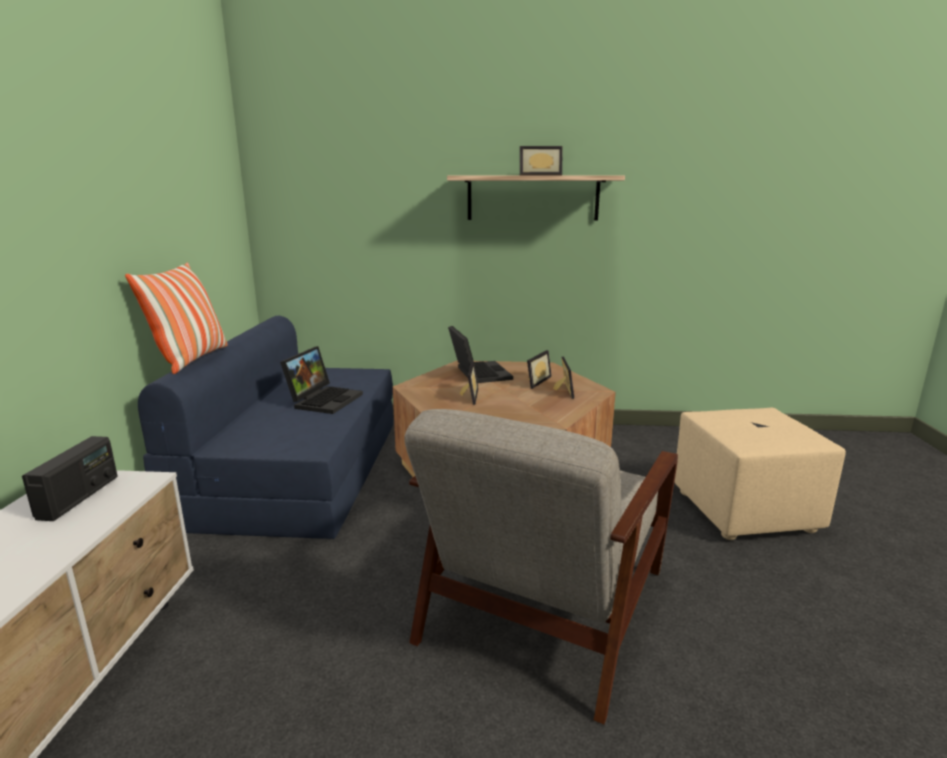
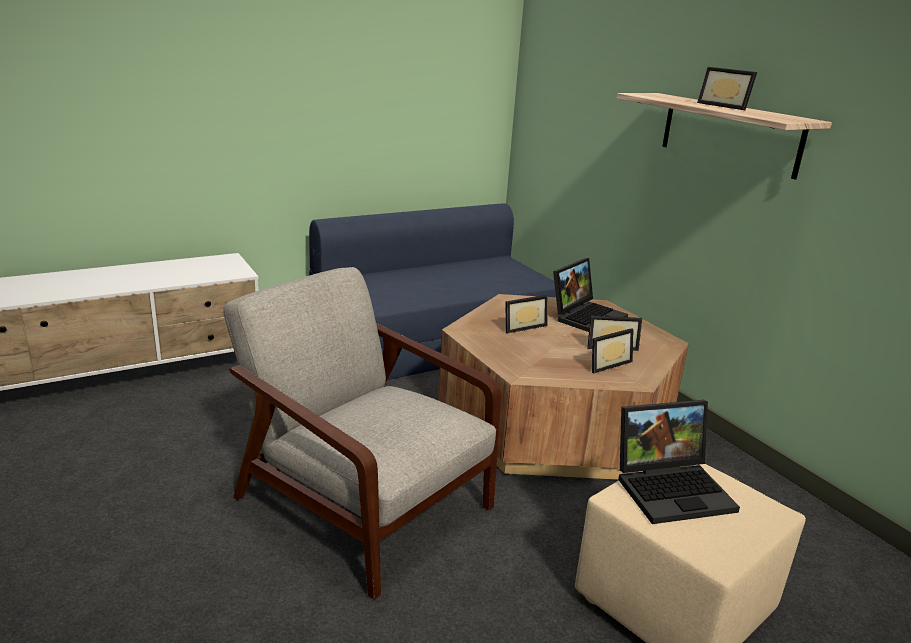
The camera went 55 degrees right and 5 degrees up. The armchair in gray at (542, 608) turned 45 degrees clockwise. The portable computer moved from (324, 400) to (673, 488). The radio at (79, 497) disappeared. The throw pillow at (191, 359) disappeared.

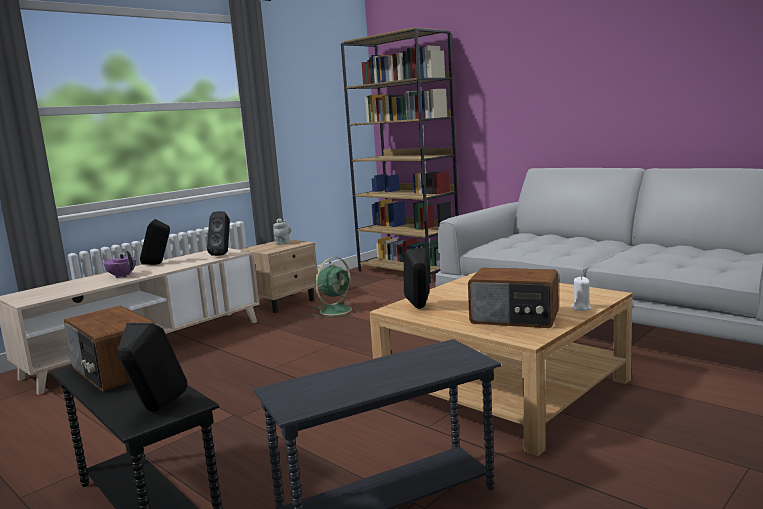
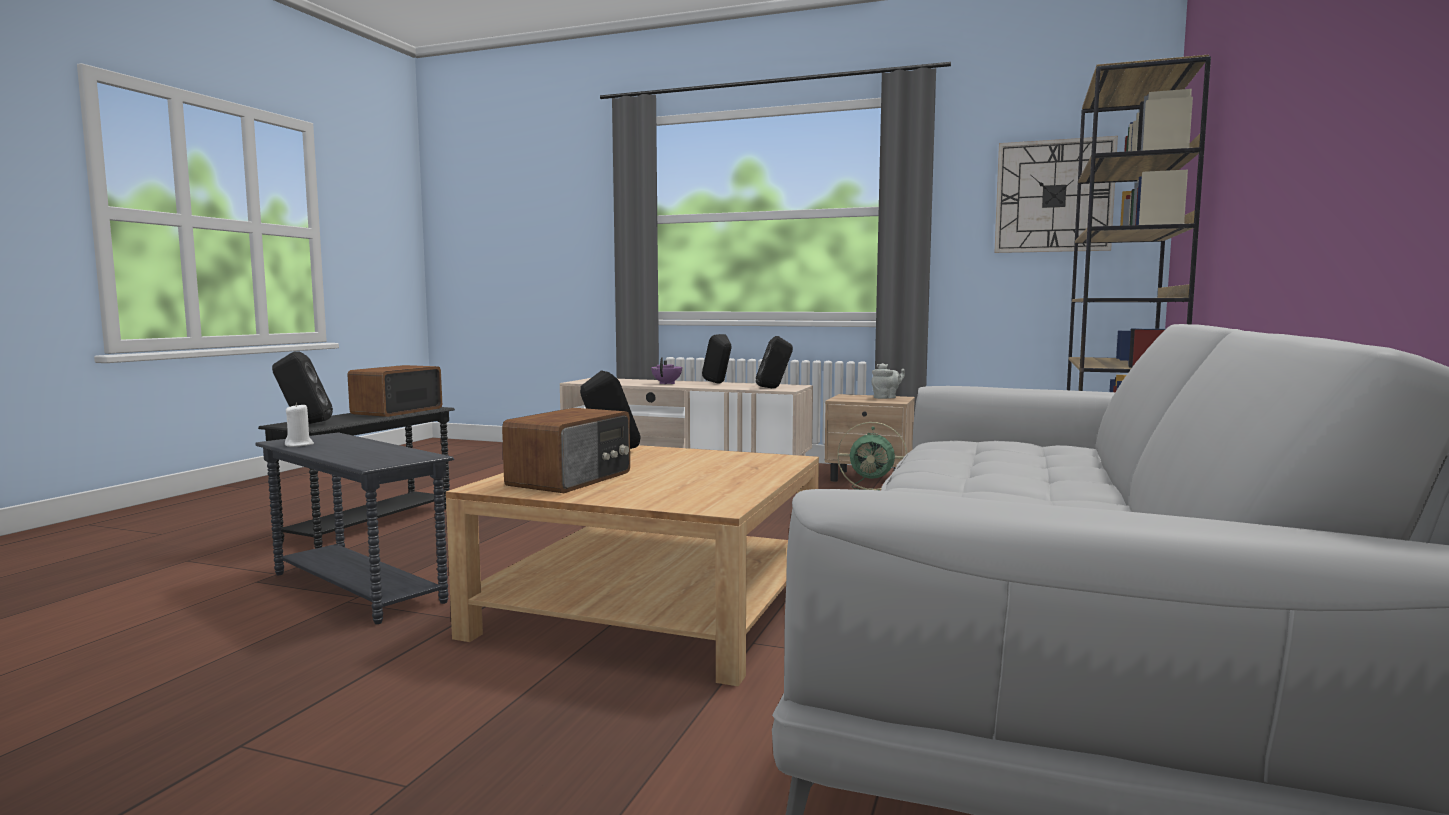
The camera went 65 degrees right and 5 degrees down. The wax candle in white moved from (581, 308) to (299, 445). The radio at (514, 318) turned 150 degrees counterclockwise. The hanging clock at (1054, 196) appeared.

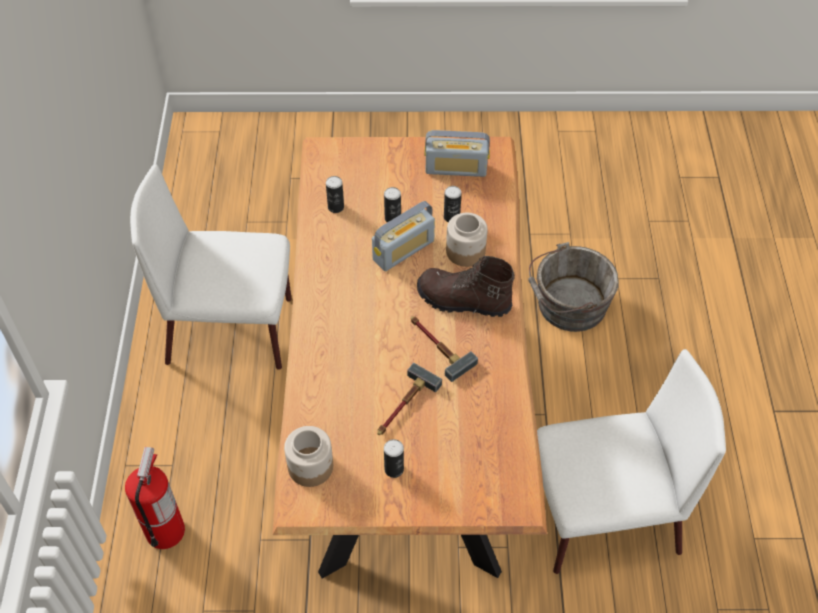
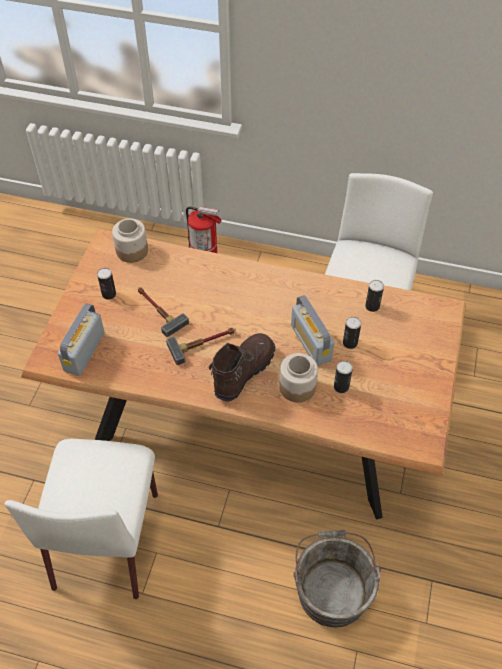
The camera went 105 degrees right and 0 degrees up. The radio moved from (456, 169) to (84, 352).

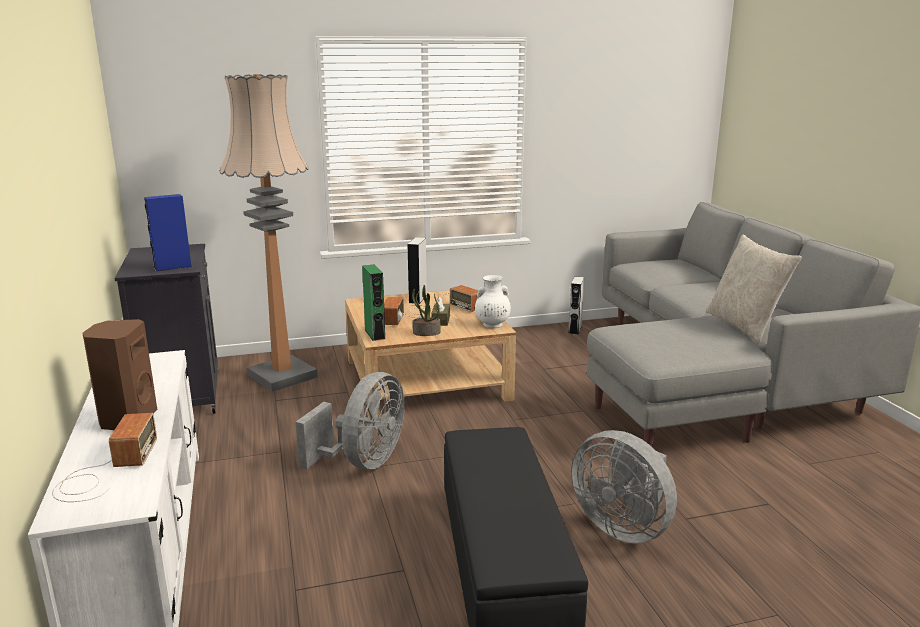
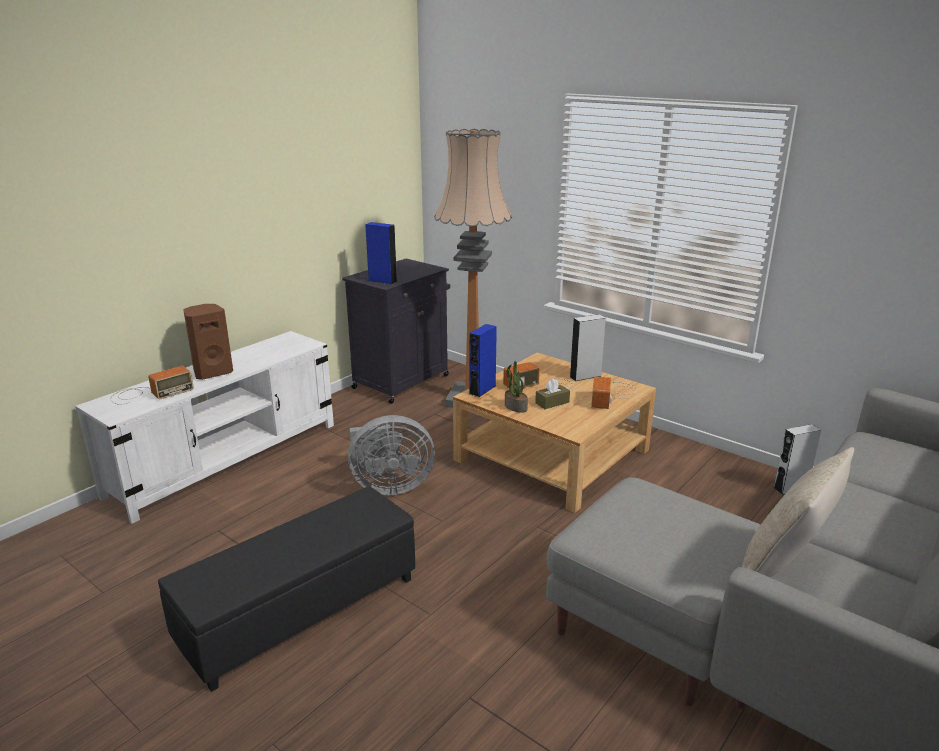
The camera went 55 degrees right and 5 degrees up. The loudspeaker in green at (375, 334) became the loudspeaker in blue at (482, 390). The decorative vase in white at (492, 324) disappeared. The electric fan in gray at (622, 526) disappeared.

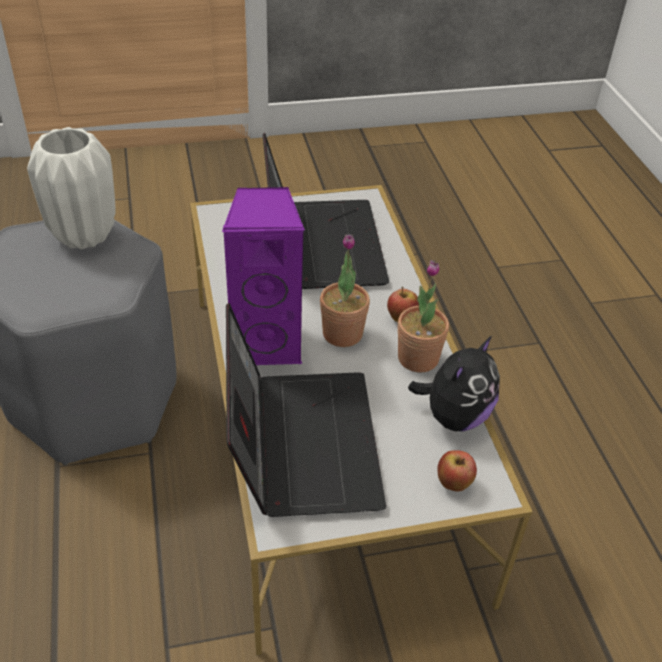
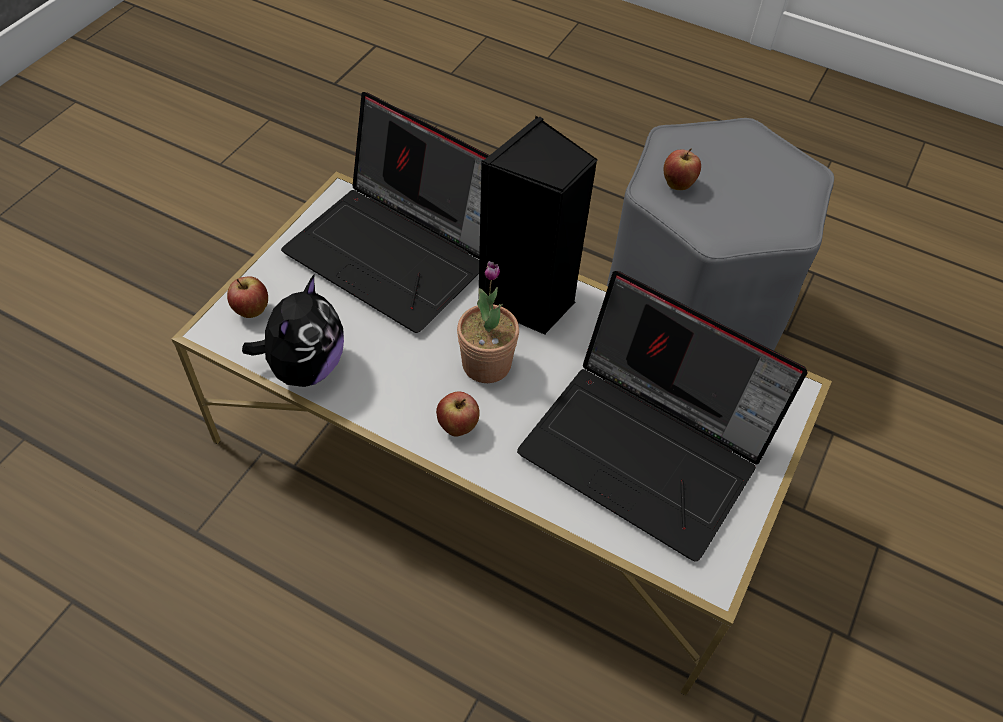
The camera went 130 degrees right and 10 degrees up. The soft toy at (454, 416) turned 150 degrees counterclockwise. The loudspeaker in purple-coloured at (267, 344) became the loudspeaker in blackish at (528, 301). The whole apple at (677, 185) appeared. The decorative vase in white at (84, 236) disappeared. The houseplant at (418, 358) disappeared.

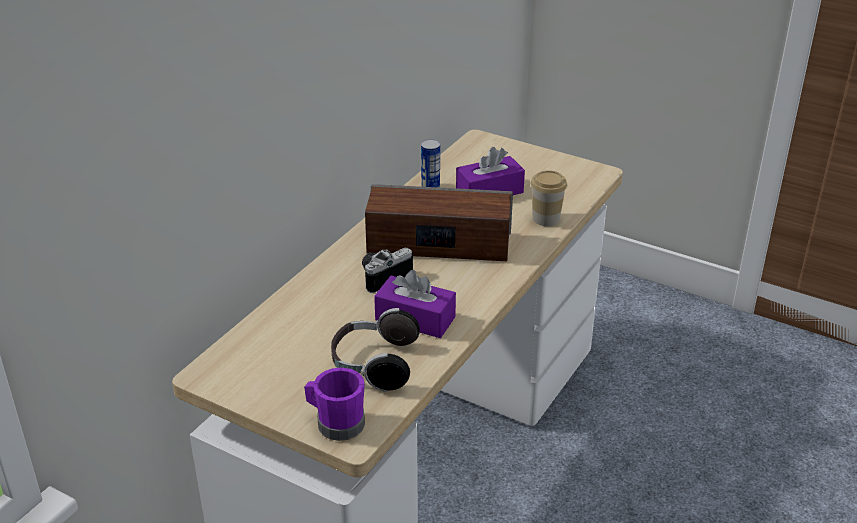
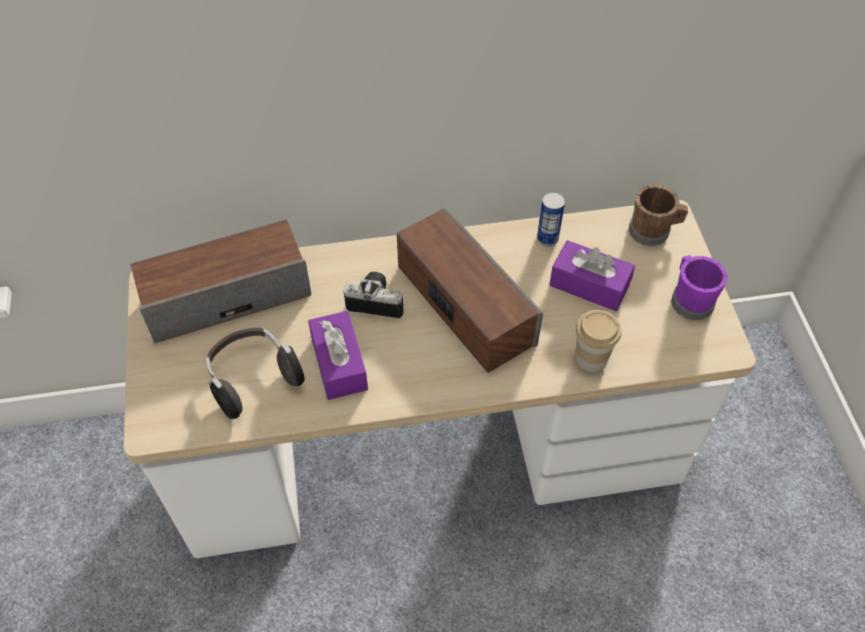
The camera went 50 degrees right and 20 degrees up. The loudspeaker at (227, 296) appeared. The mug in brown at (653, 231) appeared. The mug in purple-coloured moved from (336, 423) to (689, 299).

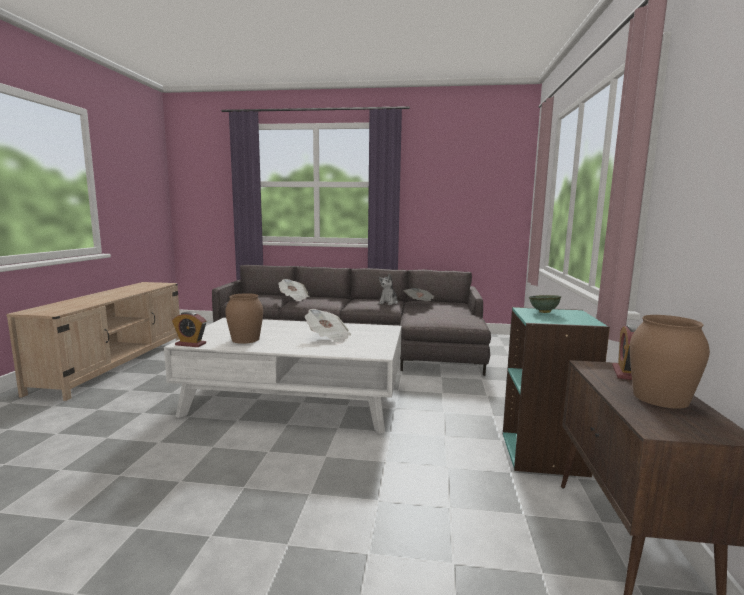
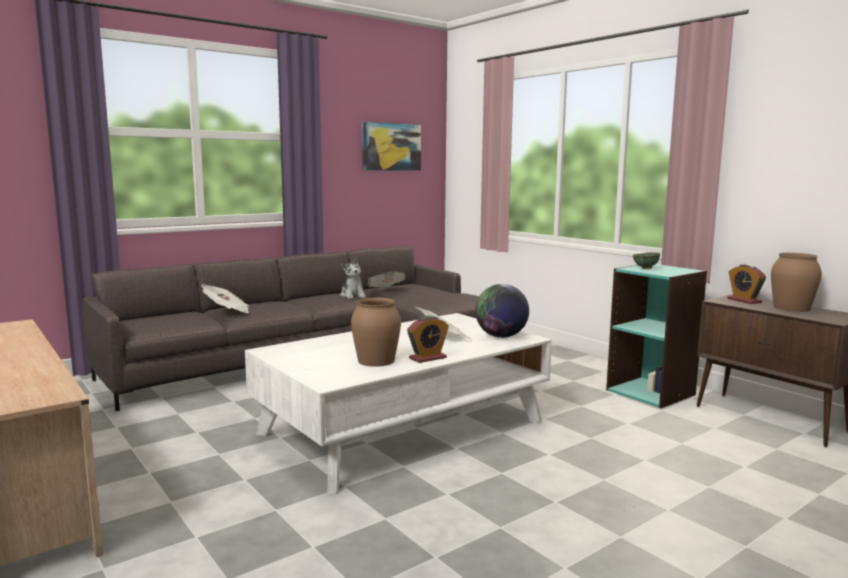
The camera went 45 degrees left and 0 degrees up. The wall picture at (391, 147) appeared. The alarm clock moved from (190, 344) to (427, 358). The desk globe at (501, 336) appeared.

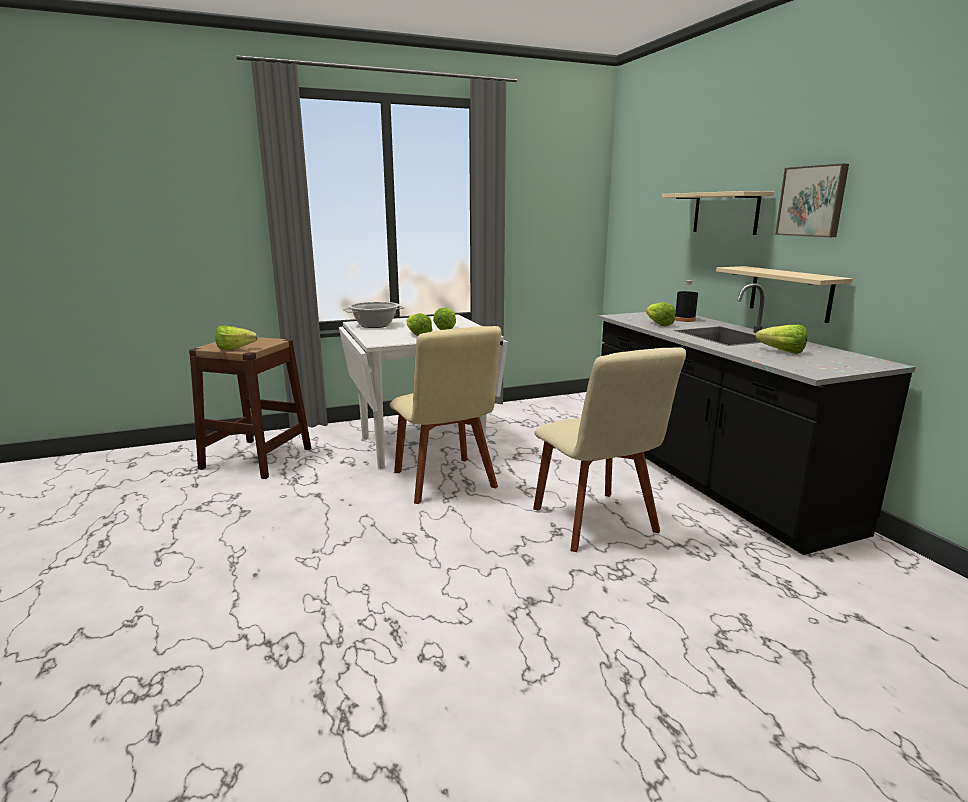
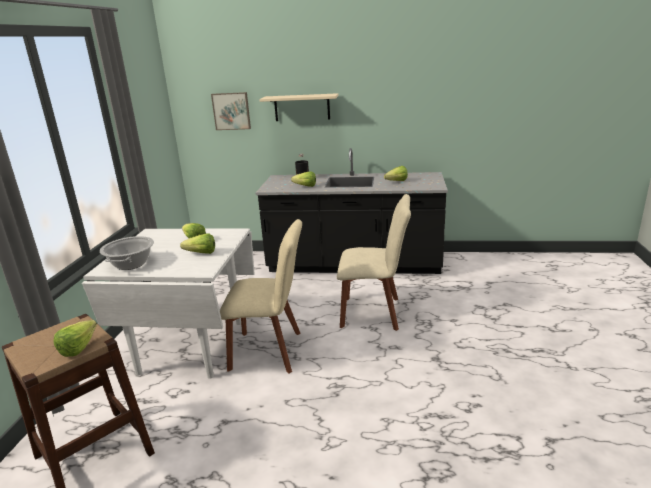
The camera went 60 degrees left and 5 degrees up. The wall picture moved from (812, 201) to (231, 111). The wall shelf in beige-coloured at (790, 293) disappeared.

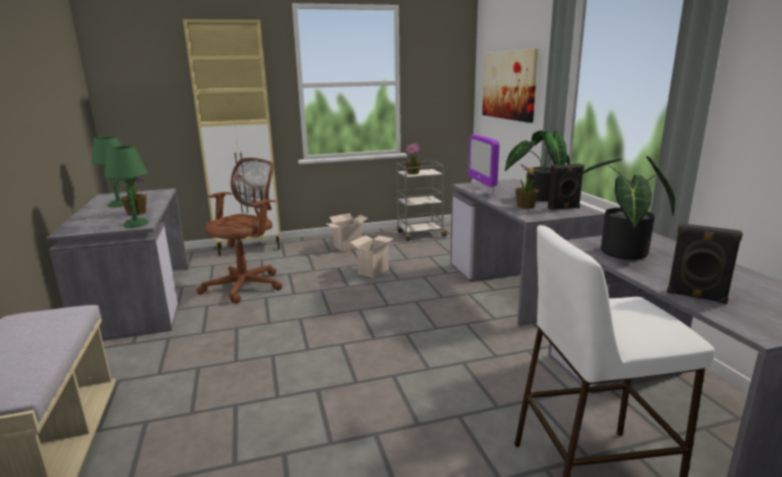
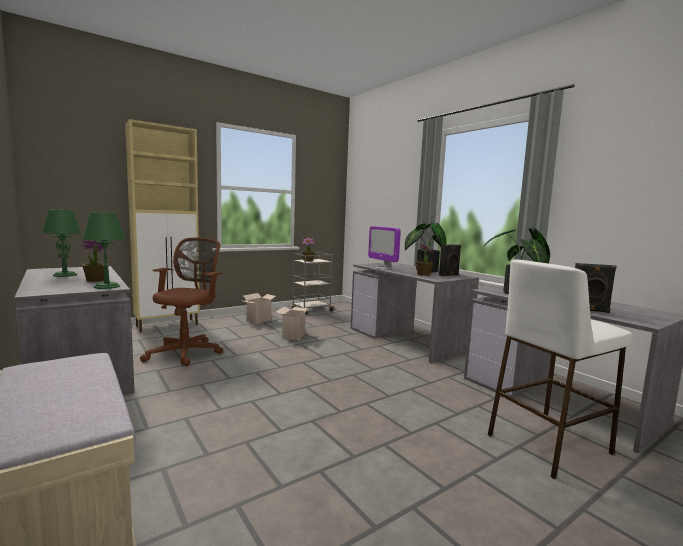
The camera went 20 degrees left and 10 degrees down. The wall picture at (509, 85) disappeared.

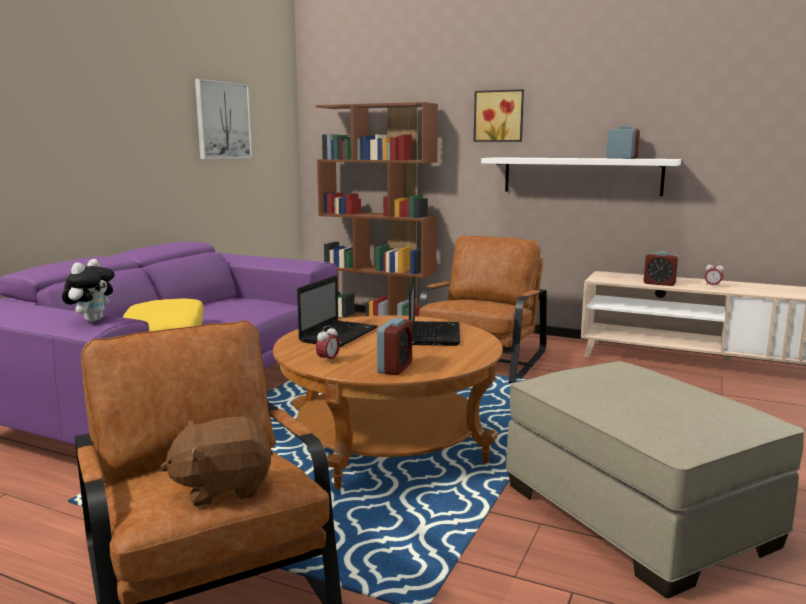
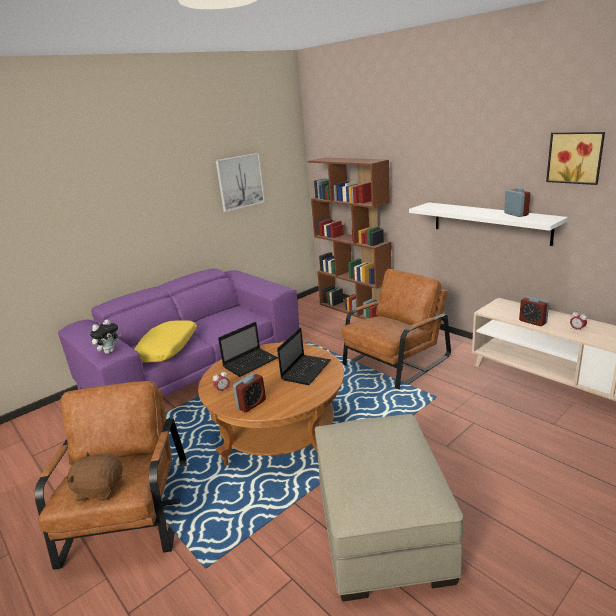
The camera went 25 degrees right and 10 degrees up. The wall picture moved from (499, 116) to (575, 157).

